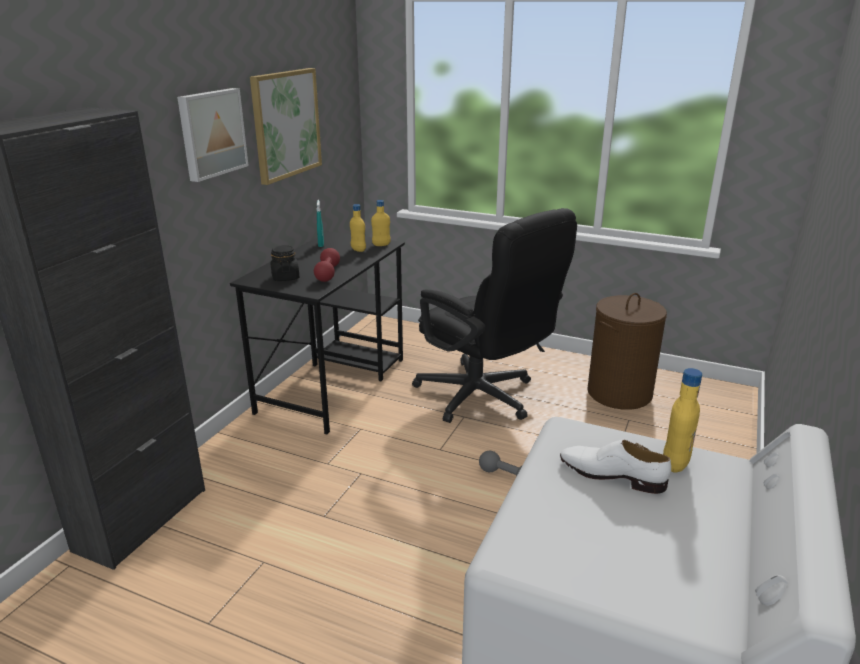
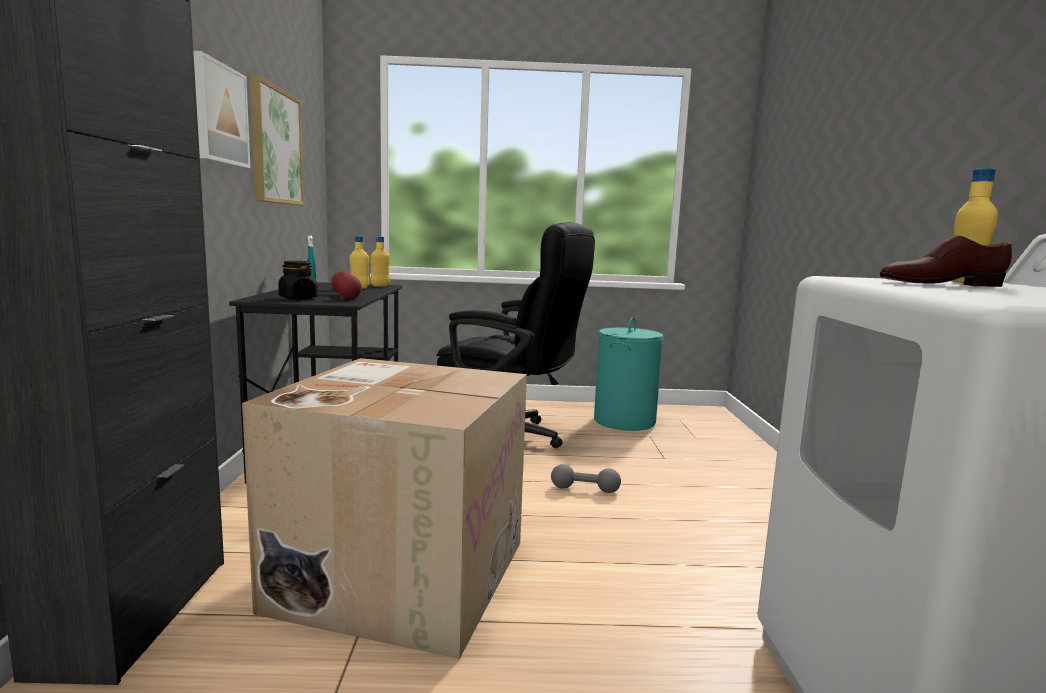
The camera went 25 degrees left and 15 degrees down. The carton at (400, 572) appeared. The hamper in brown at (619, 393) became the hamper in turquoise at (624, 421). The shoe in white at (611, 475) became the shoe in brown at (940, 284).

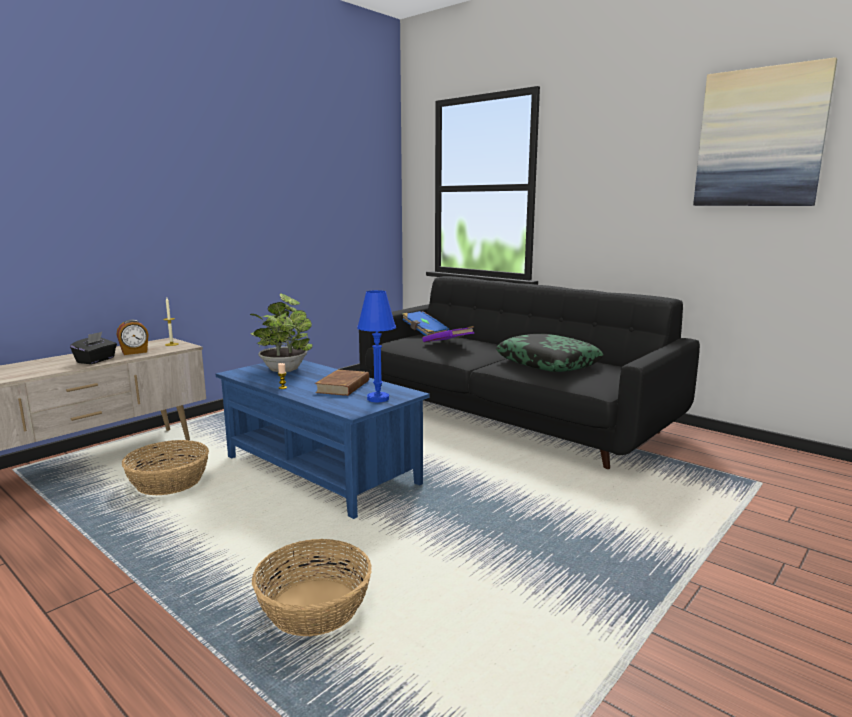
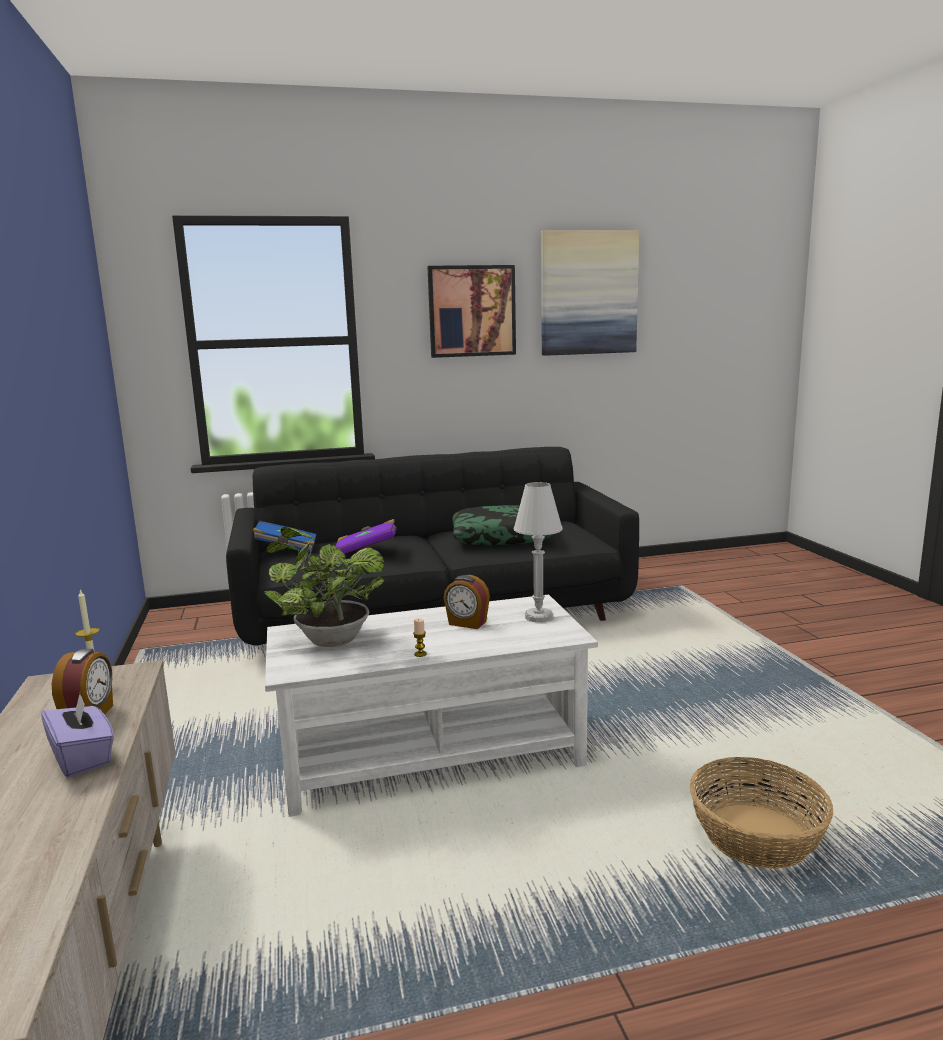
The camera went 55 degrees left and 0 degrees up. The tissue box in blackish at (96, 360) became the tissue box in purple-coloured at (83, 757). The low table in blue at (321, 470) became the low table in white at (432, 754). The wall picture at (472, 311) appeared. The volume in brown at (343, 386) was replaced by the alarm clock at (467, 623). The lamp for a table in blue at (378, 398) became the lamp for a table in white at (538, 617). The household basket at (170, 482) disappeared.

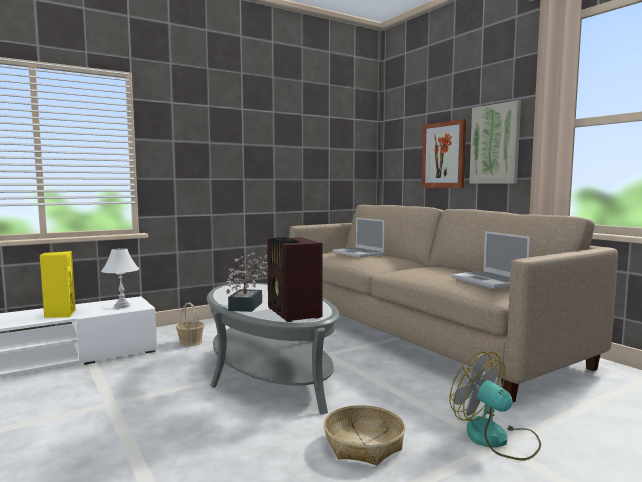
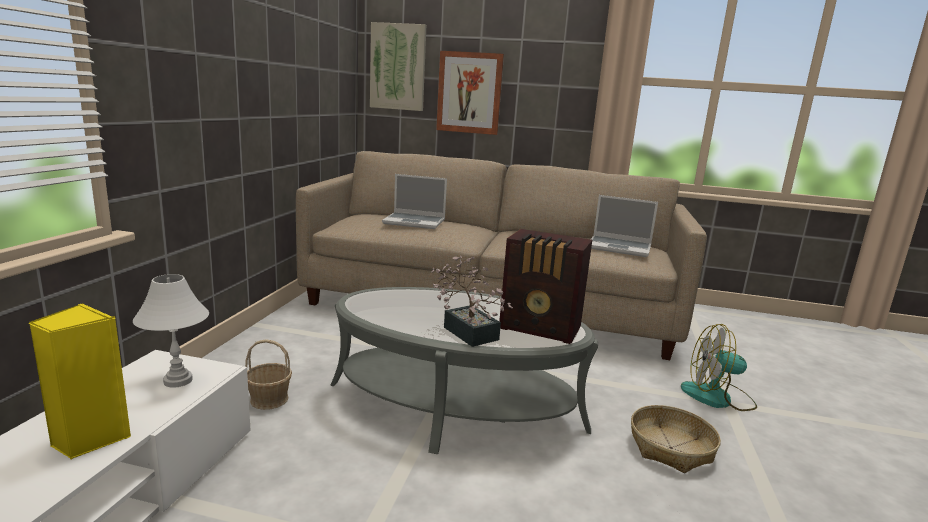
The camera went 45 degrees left and 10 degrees up. The wall picture moved from (495, 144) to (398, 67).

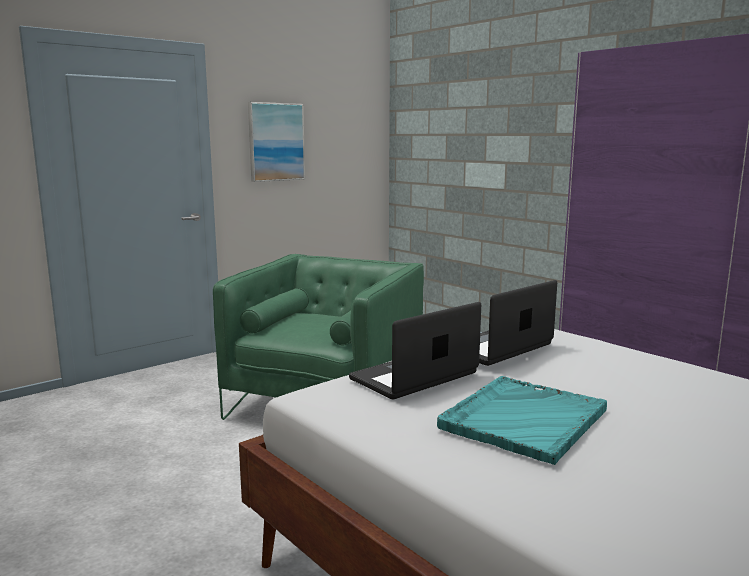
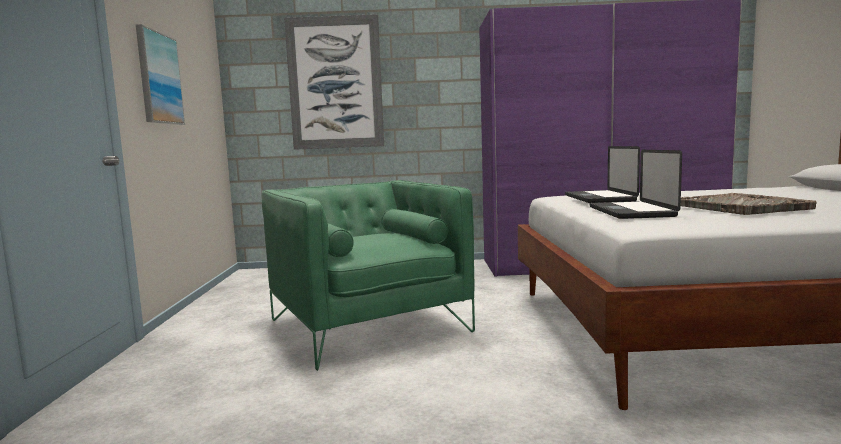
The camera went 50 degrees left and 5 degrees down. The wall picture at (335, 83) appeared. The tray in turquoise at (523, 420) became the tray in gray at (738, 206).

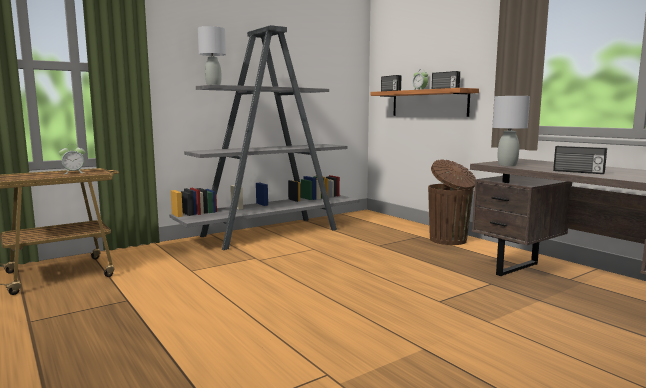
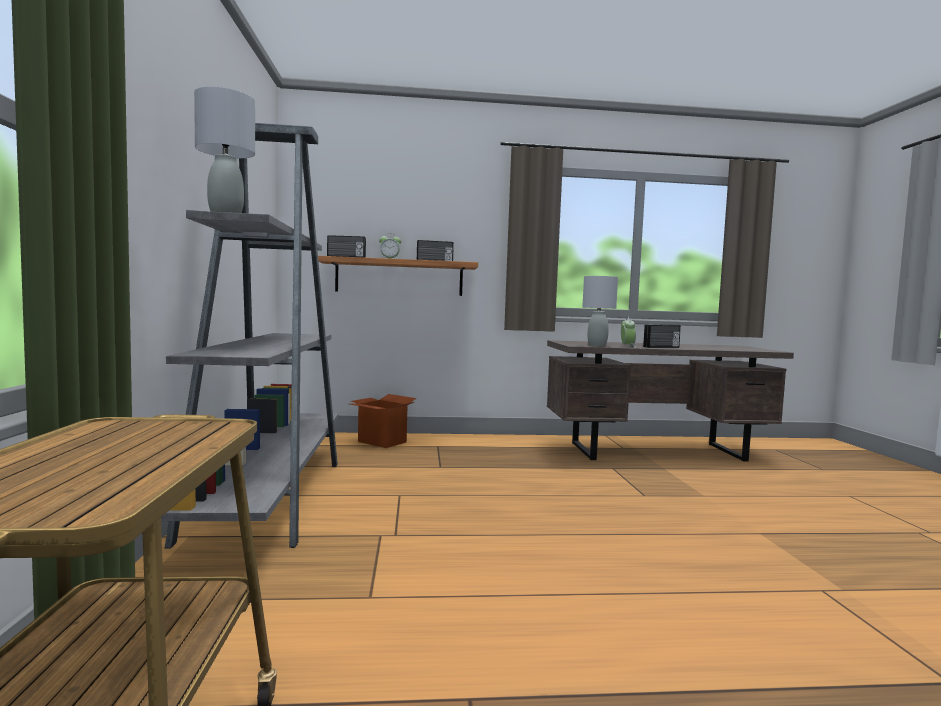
The camera went 60 degrees left and 5 degrees down. The carton at (381, 442) appeared. The alarm clock moved from (74, 173) to (627, 346). The trash can in brown at (449, 240) disappeared.

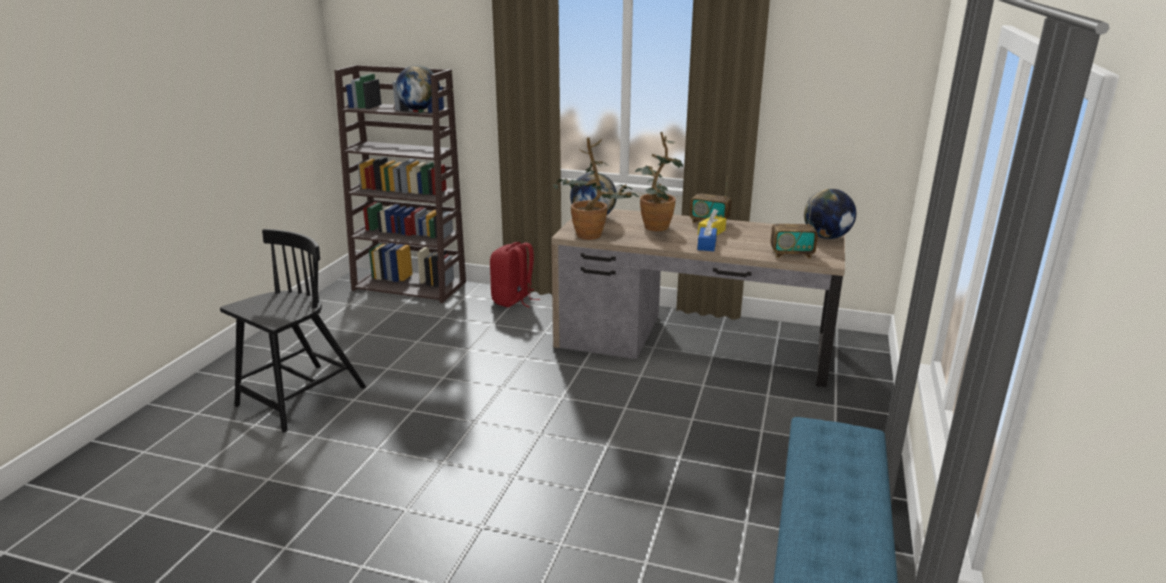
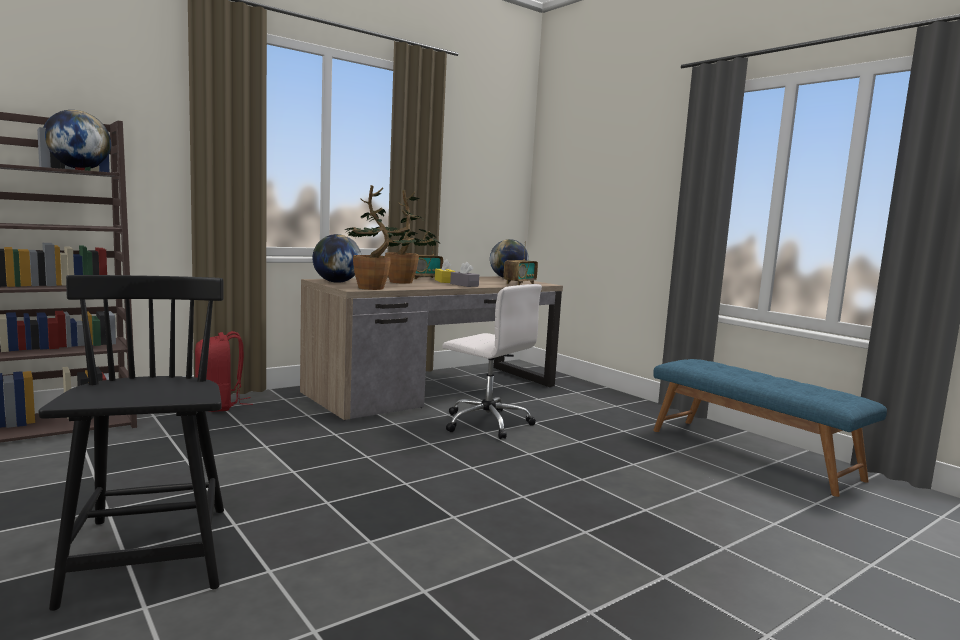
The camera went 55 degrees left and 15 degrees down. The desk chair in white at (486, 423) appeared. The tissue box in blue at (706, 245) became the tissue box in gray at (464, 285).

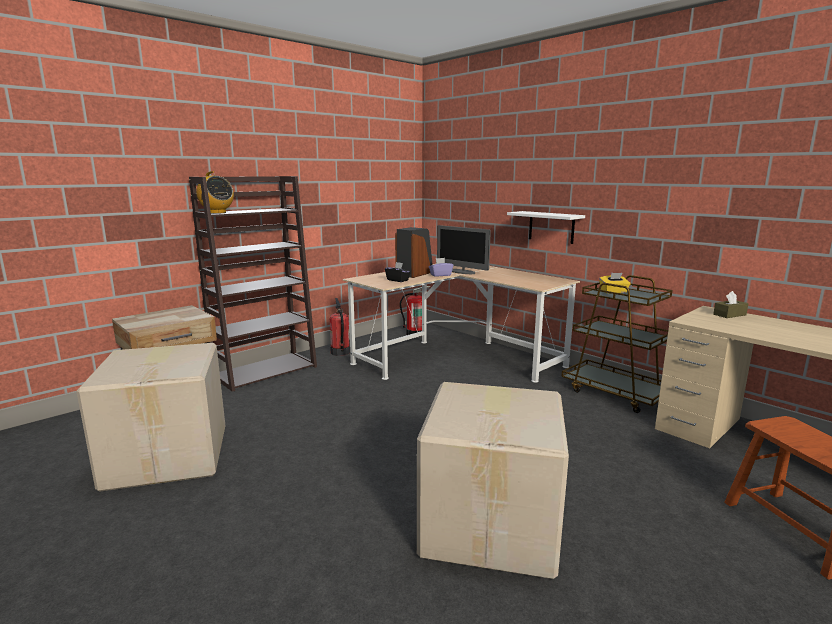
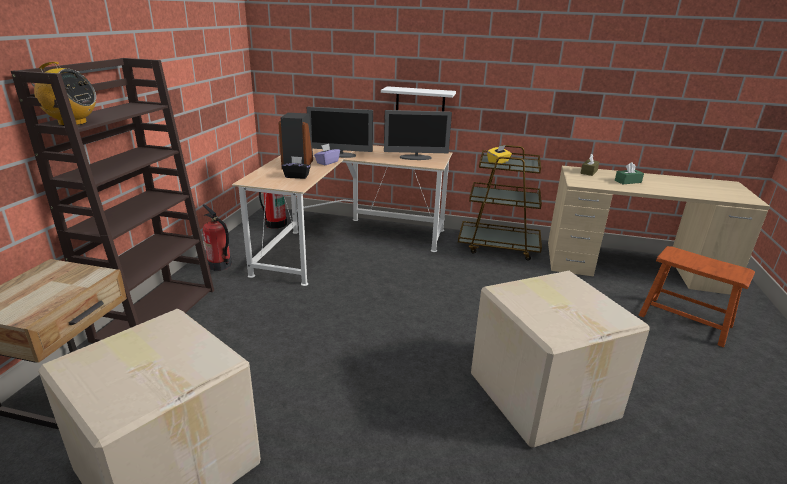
The camera went 35 degrees left and 10 degrees up. The computer display at (415, 158) appeared. The tissue box in green at (628, 181) appeared.

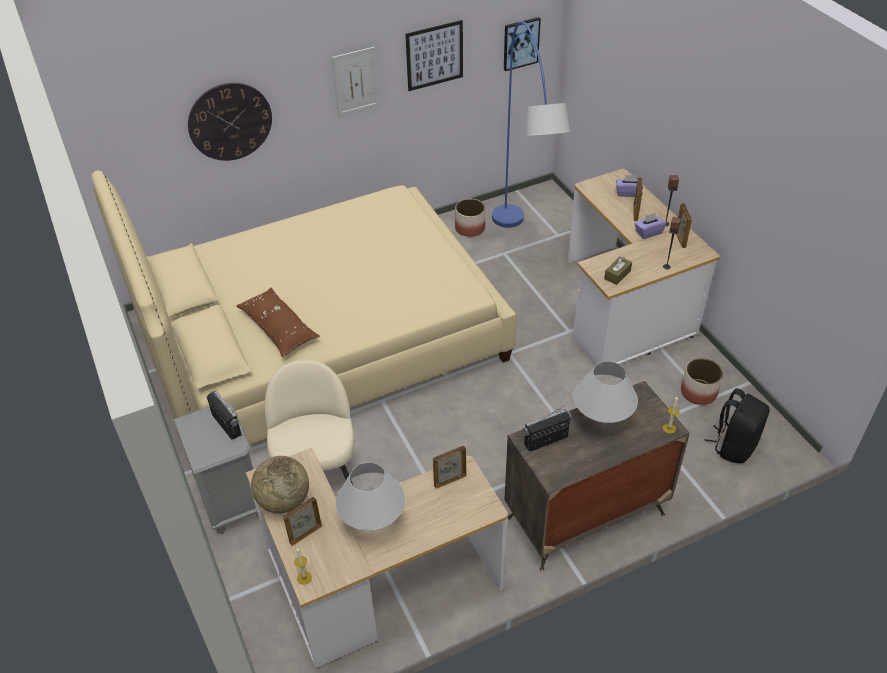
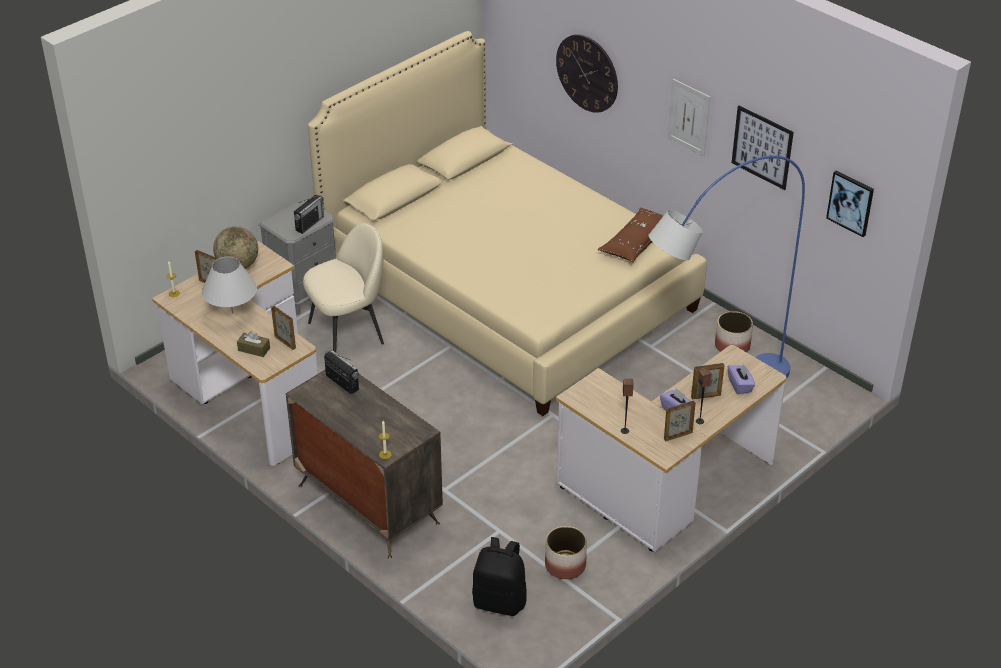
The camera went 70 degrees right and 5 degrees down. The tissue box in brown moved from (617, 275) to (254, 349). The throw pillow in brown moved from (278, 328) to (636, 242). The lamp for a table in white at (601, 420) disappeared.

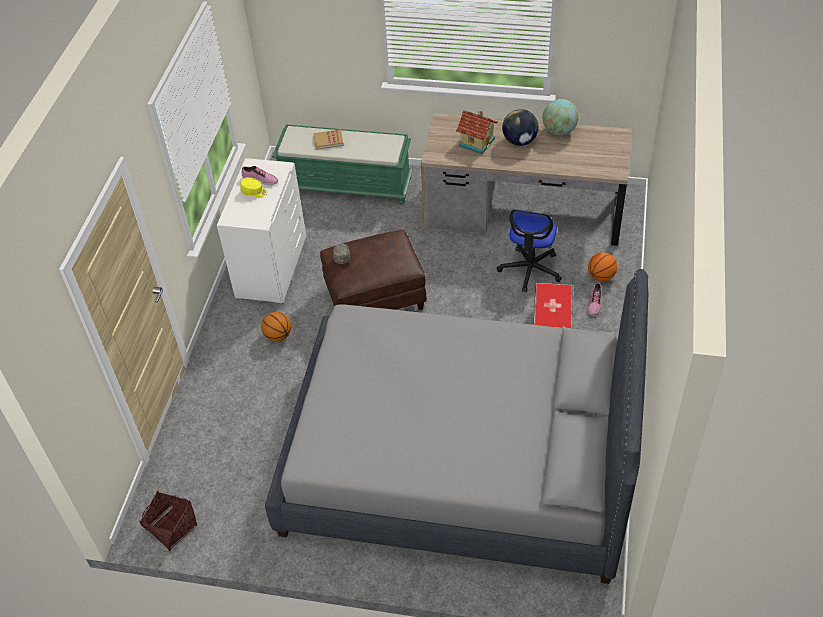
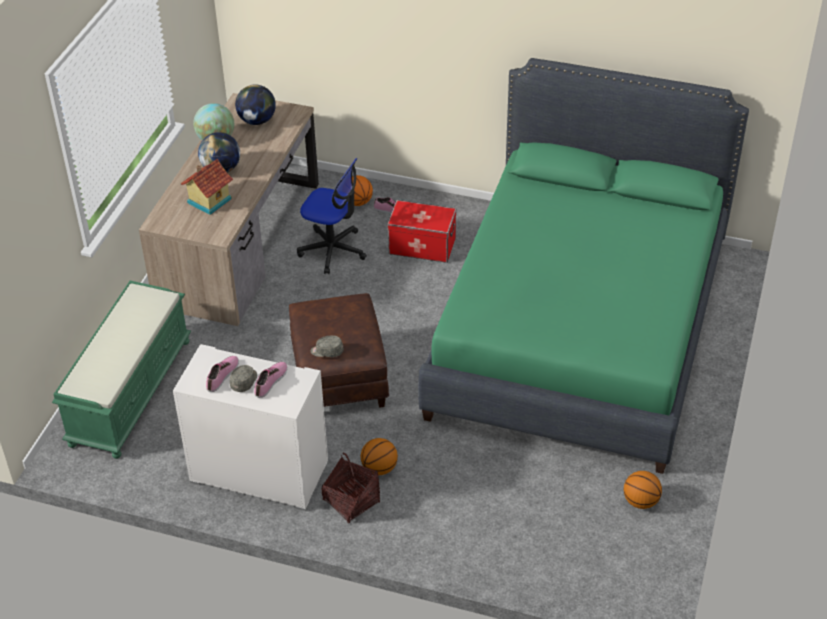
The camera went 85 degrees left and 5 degrees down. The baseball cap in yellow at (254, 192) became the baseball cap in gray at (244, 381). The desk globe at (257, 121) appeared. The shoe at (271, 381) appeared. The household basket moved from (171, 528) to (351, 501). The sleeping bed in gray at (459, 461) became the sleeping bed in green at (580, 329). The basketball ball at (640, 501) appeared. The volume at (328, 140) disappeared.

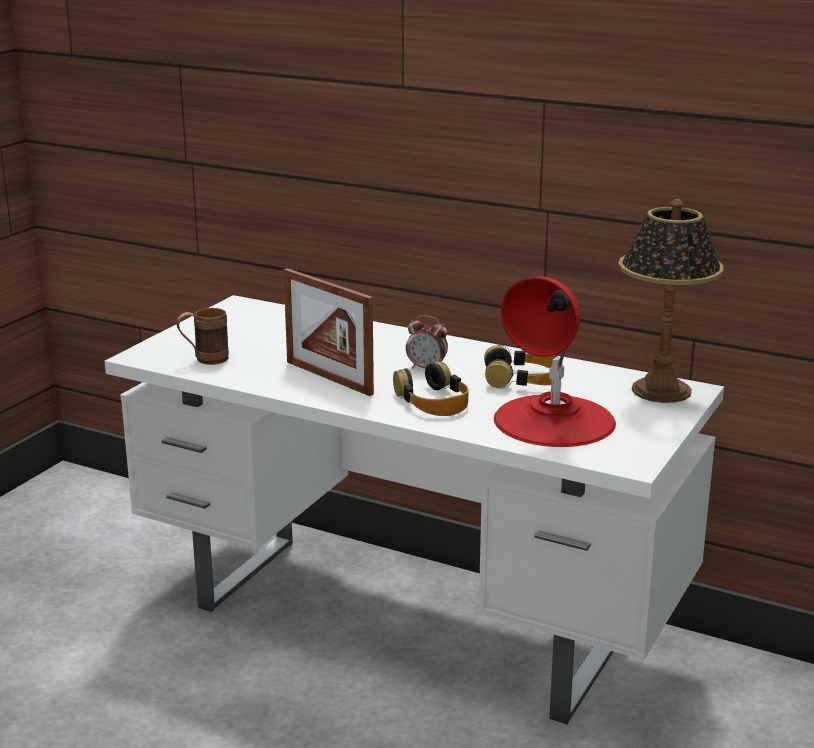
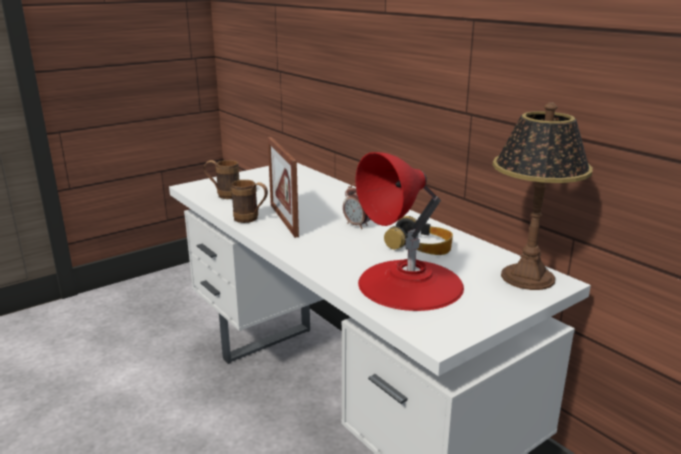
The camera went 25 degrees right and 0 degrees up. The mug in brown at (251, 219) appeared. The headset at (433, 401) disappeared.

